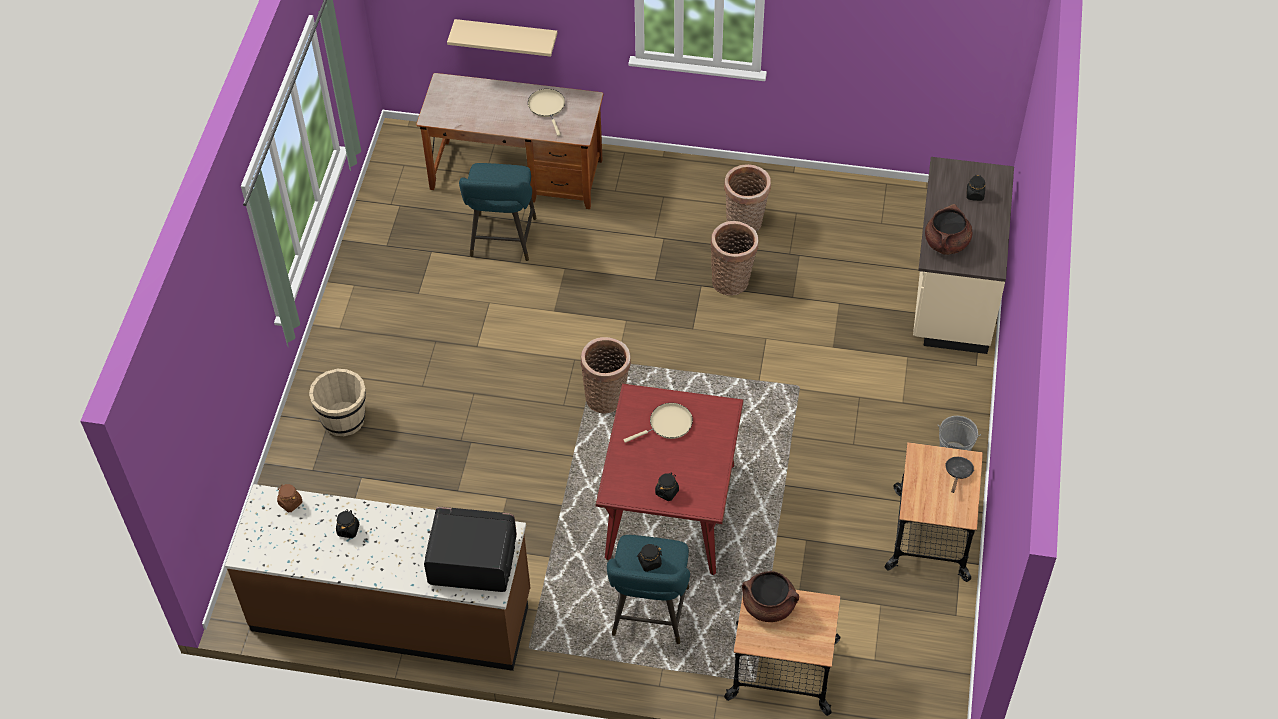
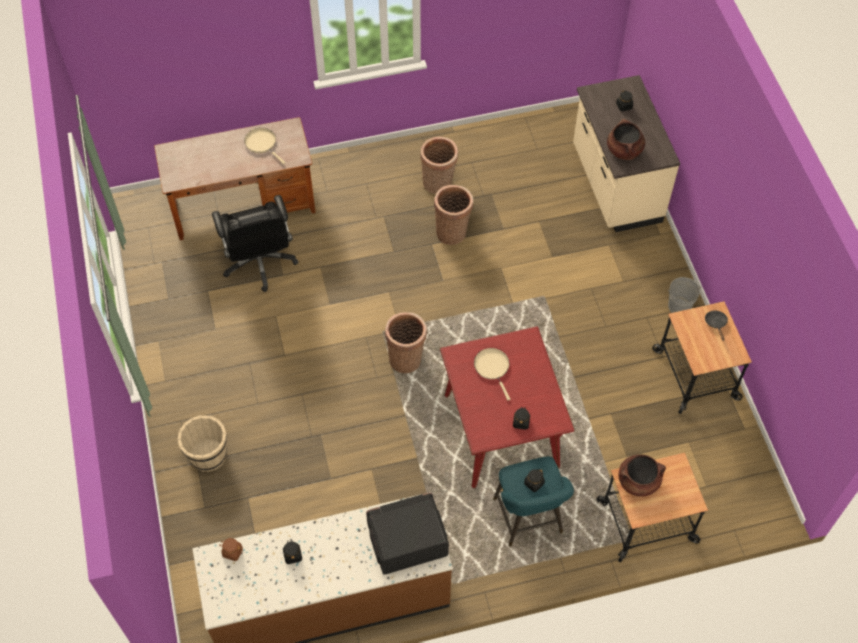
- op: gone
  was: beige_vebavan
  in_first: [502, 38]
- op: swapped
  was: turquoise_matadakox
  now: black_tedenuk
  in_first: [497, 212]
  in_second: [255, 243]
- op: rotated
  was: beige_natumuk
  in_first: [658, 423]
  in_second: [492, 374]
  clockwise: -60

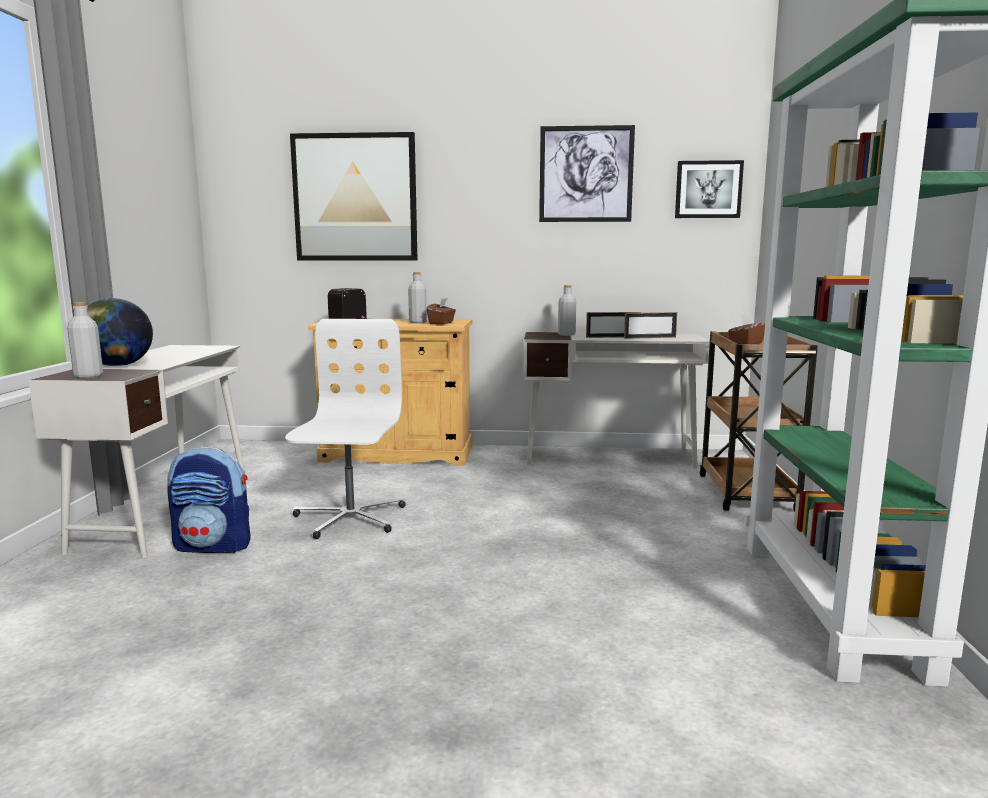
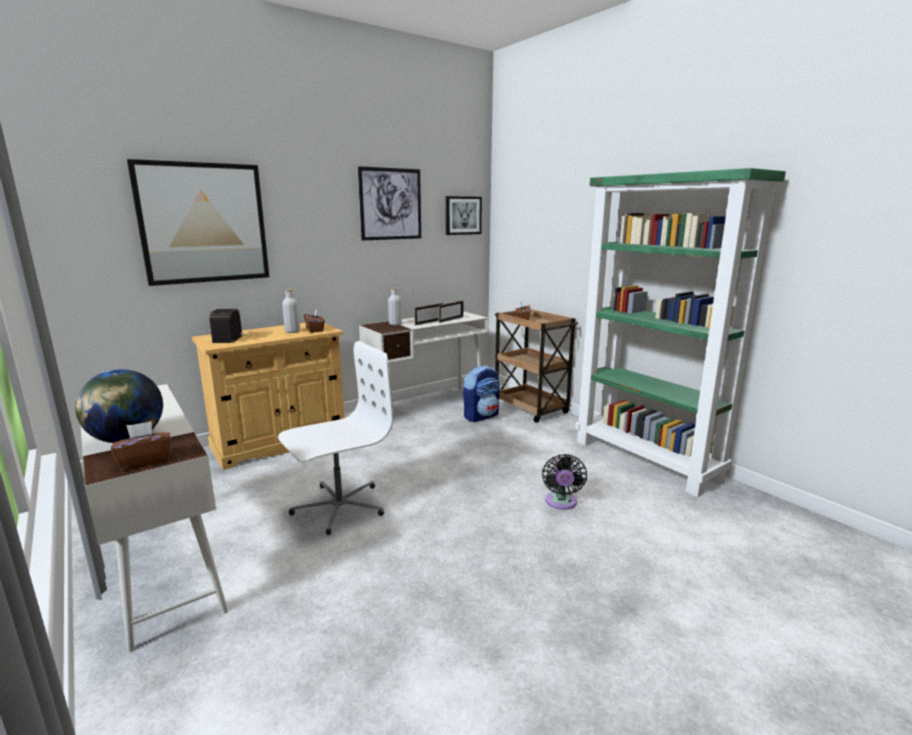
- op: new
  now: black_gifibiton
  in_second: [564, 482]
- op: shifted
  was: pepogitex
  in_first: [209, 500]
  in_second: [481, 393]
- op: swapped
  was: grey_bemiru
  now: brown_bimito
  in_first: [85, 340]
  in_second: [141, 445]
- op: rotated
  was: white_tedenuk
  in_first: [345, 429]
  in_second: [335, 438]
  clockwise: 90

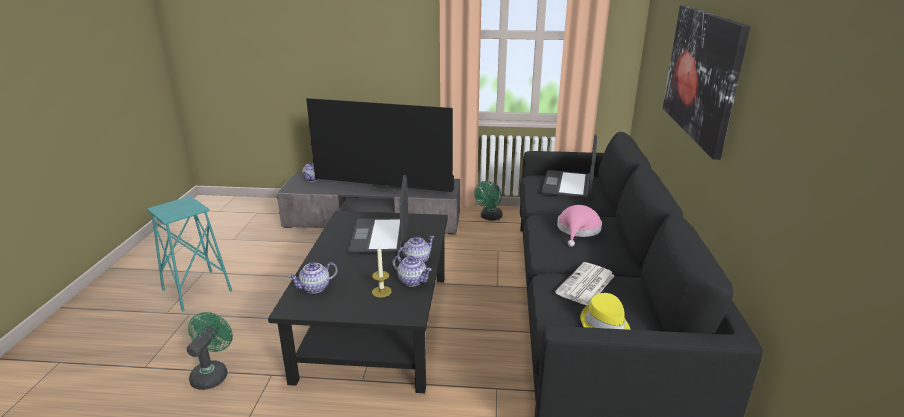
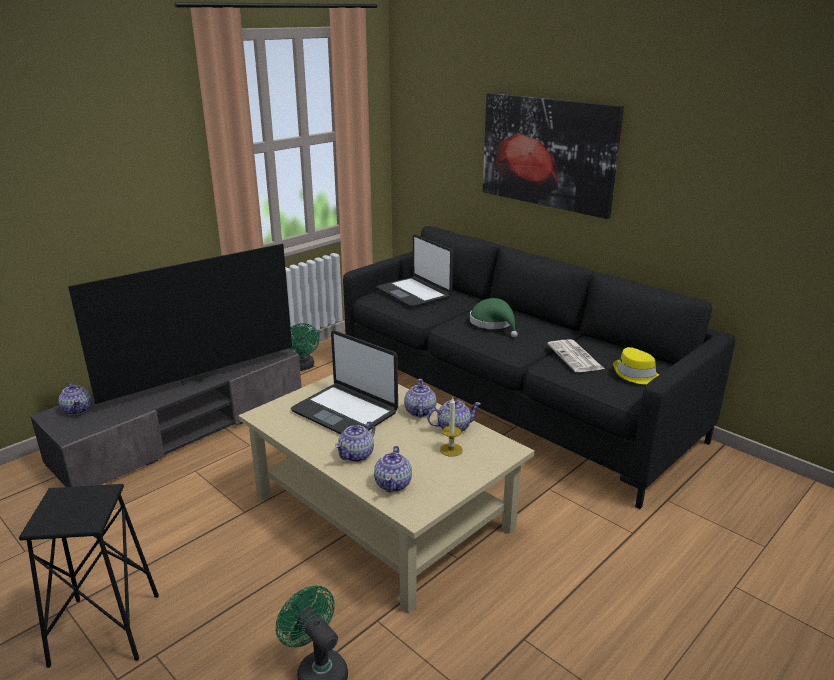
- op: new
  now: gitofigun
  in_second: [355, 441]
- op: repainted
  was: turquoise_matadakox
  now: black_matadakox
  in_first: [189, 253]
  in_second: [89, 576]
- op: repainted
  was: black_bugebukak
  now: beige_bugebukak
  in_first: [358, 302]
  in_second: [386, 494]
- op: repainted
  was: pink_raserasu
  now: green_raserasu
  in_first: [579, 226]
  in_second: [494, 317]

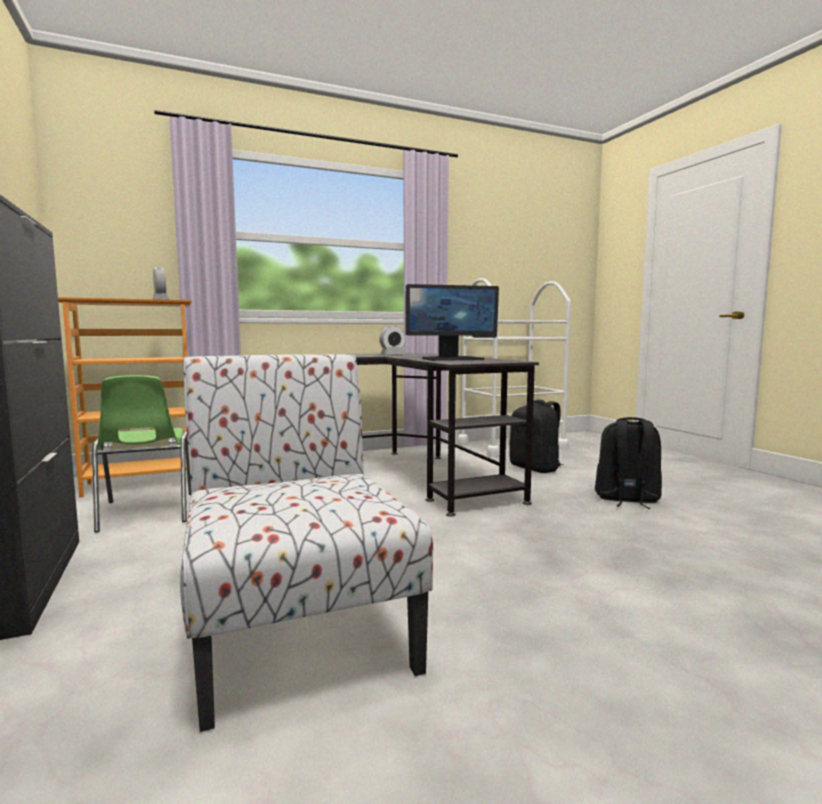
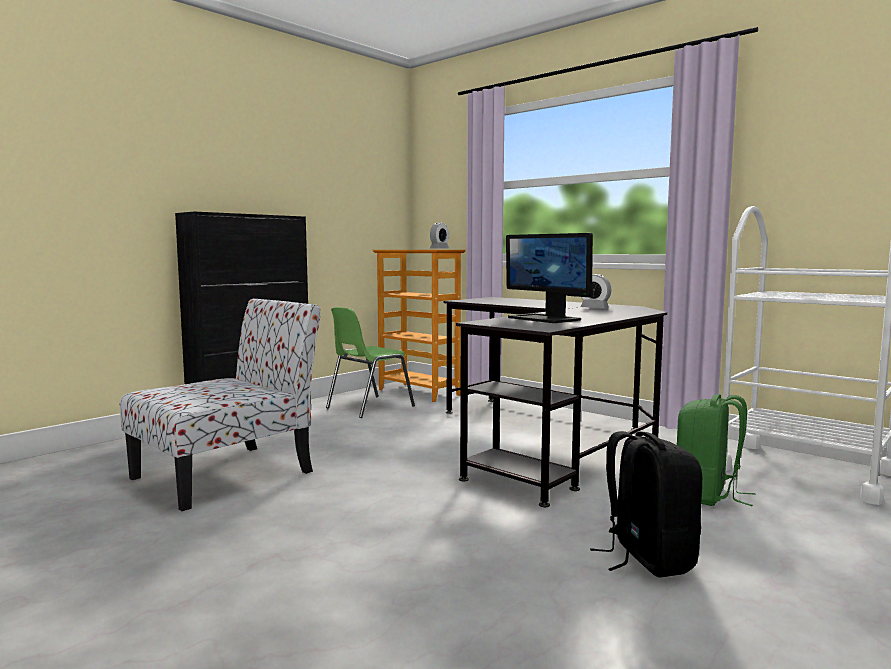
- op: repainted
  was: black_pepogitex
  now: green_pepogitex
  in_first: [536, 436]
  in_second: [716, 450]

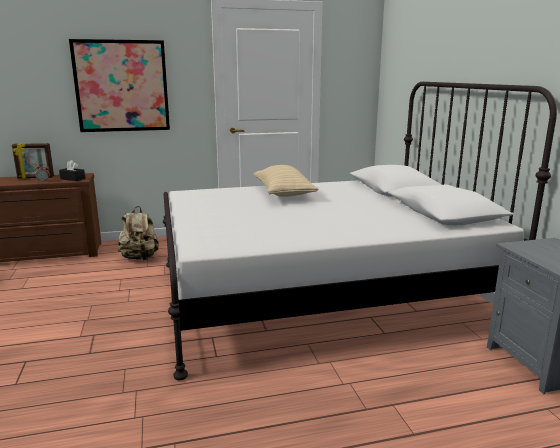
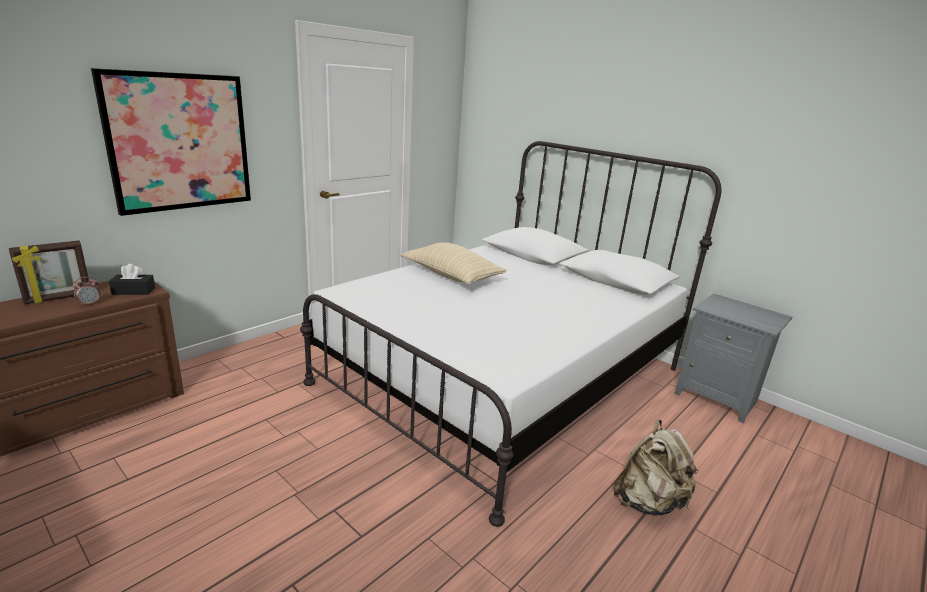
- op: shifted
  was: beige_pepogitex
  in_first: [138, 233]
  in_second: [656, 467]

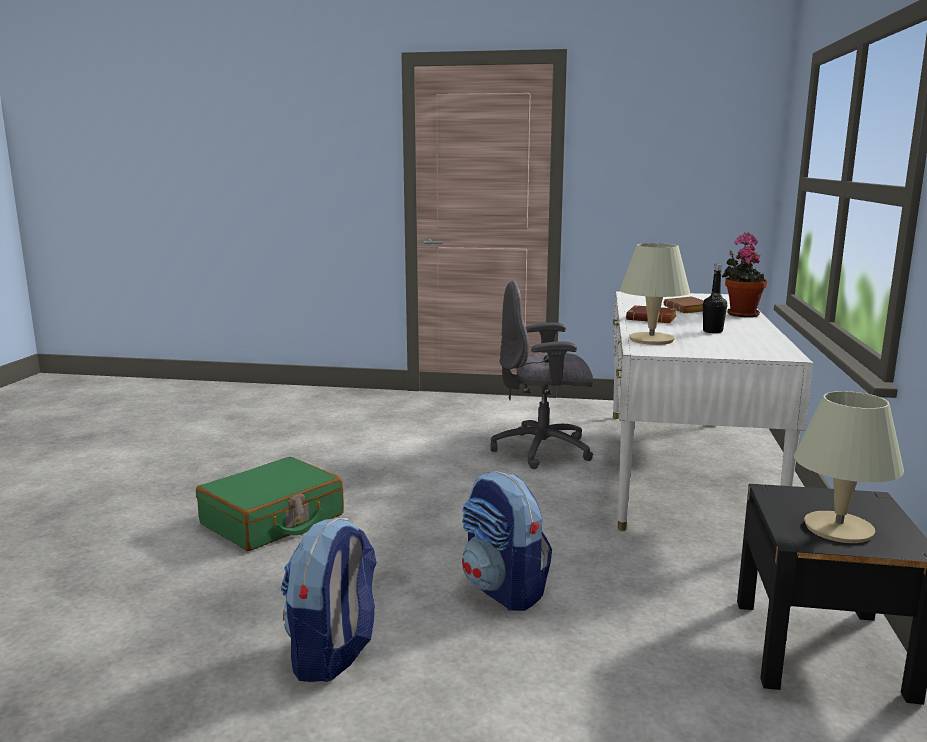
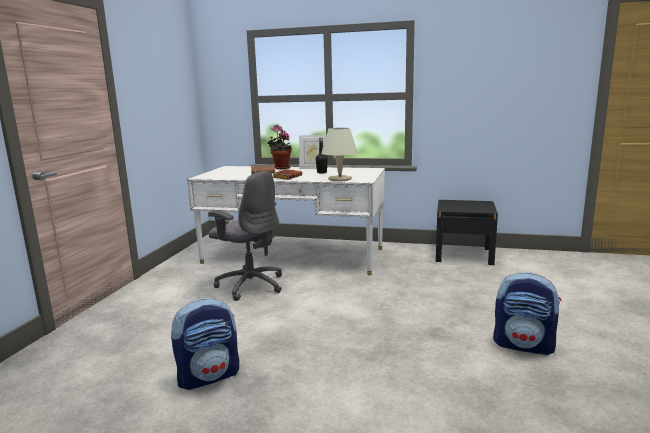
- op: gone
  was: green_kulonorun
  in_first: [270, 504]
- op: gone
  was: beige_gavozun
  in_first: [849, 467]
- op: new
  now: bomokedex
  in_second: [312, 152]
- op: shifted
  was: pepogitex
  in_first: [507, 541]
  in_second: [205, 343]
- op: rotated
  was: grey_tedenuk
  in_first: [541, 375]
  in_second: [245, 236]
  clockwise: -60

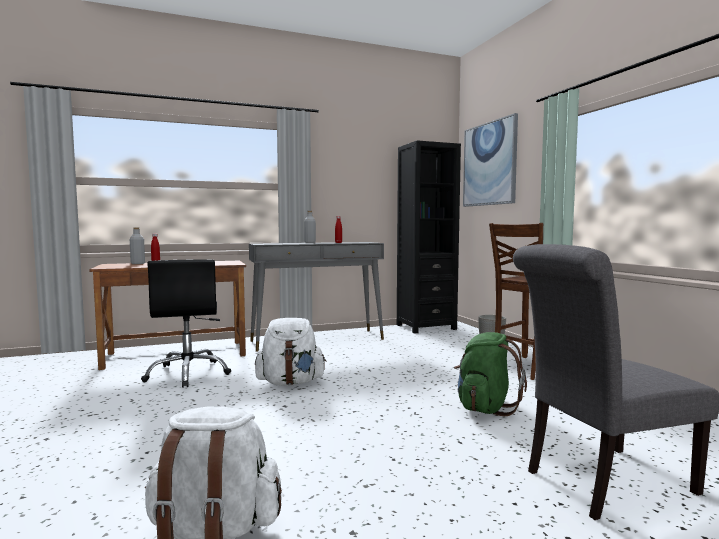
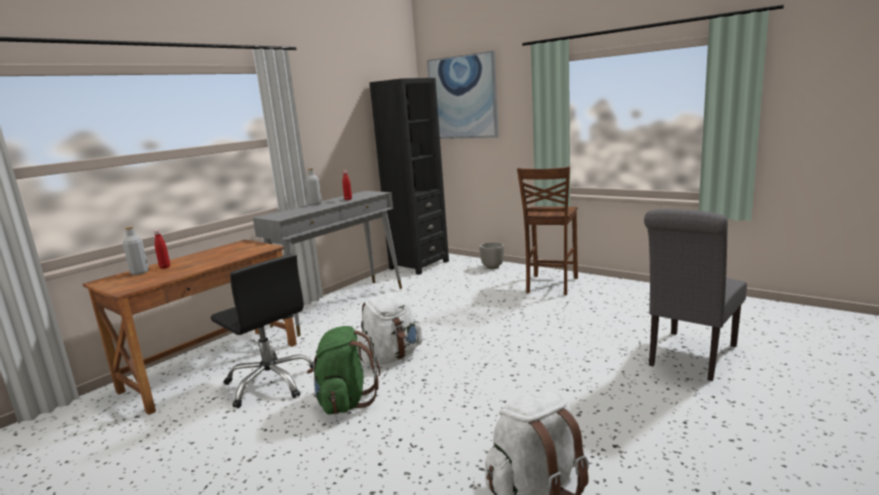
- op: shifted
  was: green_pepogitex
  in_first: [490, 374]
  in_second: [343, 370]

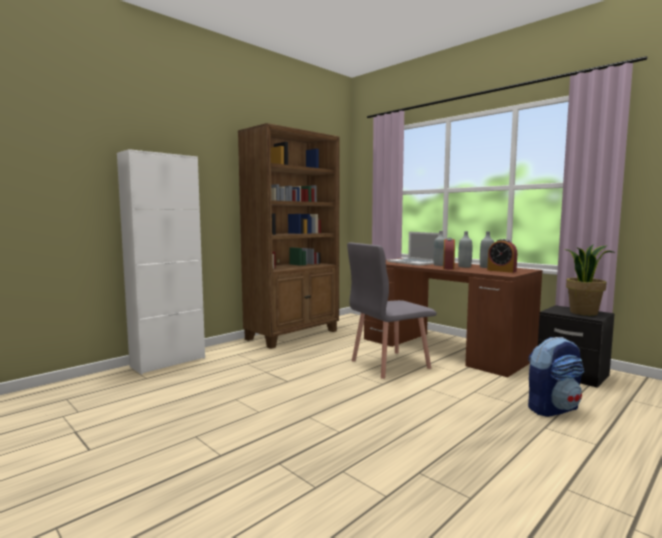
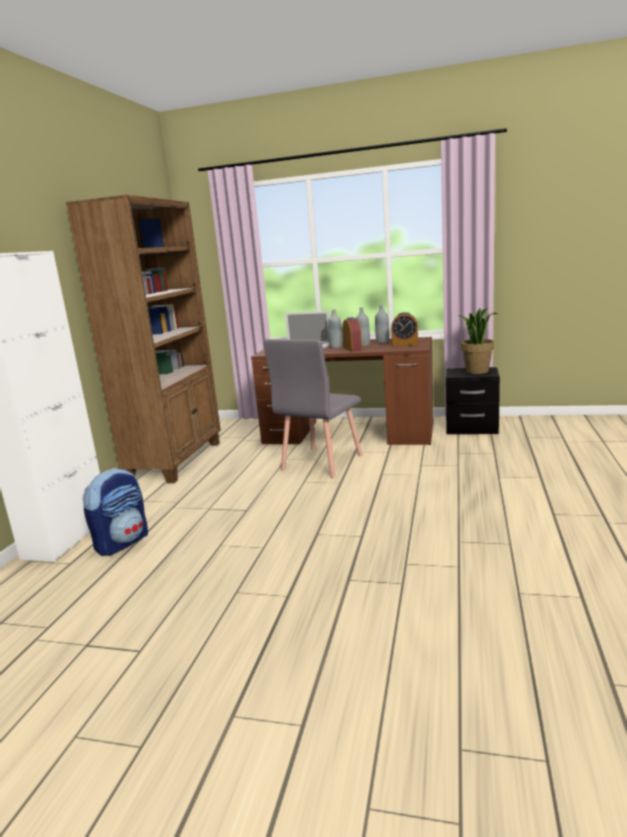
- op: shifted
  was: pepogitex
  in_first: [556, 377]
  in_second: [115, 512]

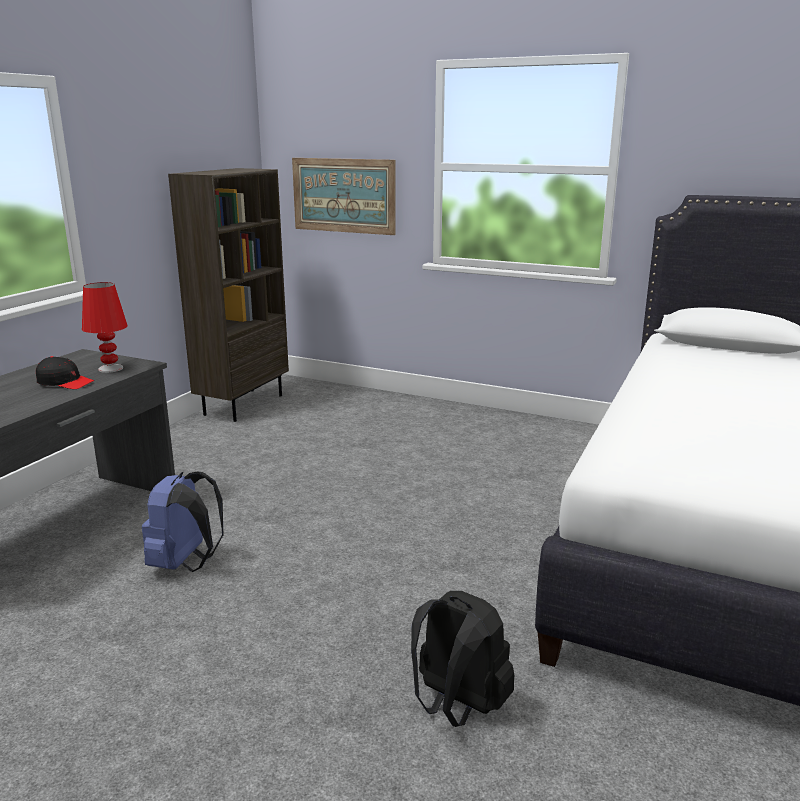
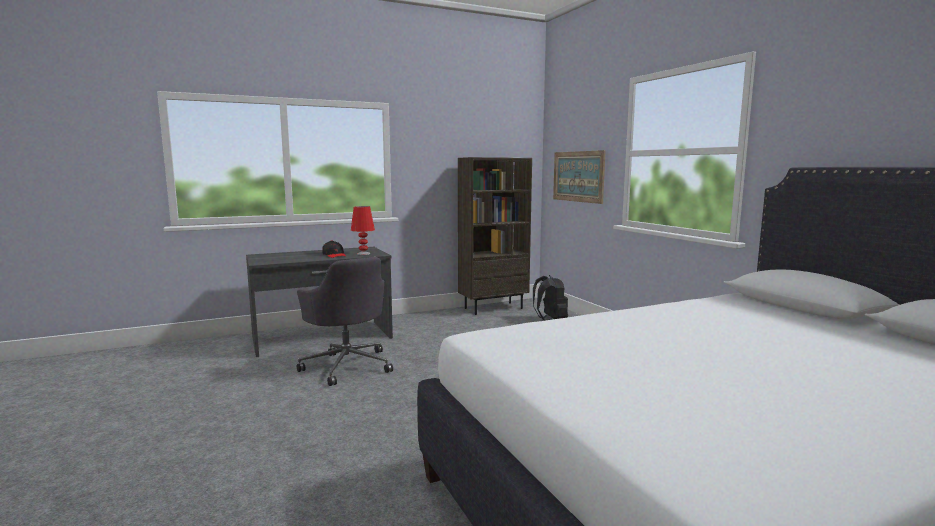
- op: shifted
  was: black_pepogitex
  in_first: [462, 659]
  in_second: [550, 298]
- op: swapped
  was: blue_pepogitex
  now: grey_tedenuk
  in_first: [182, 521]
  in_second: [345, 321]

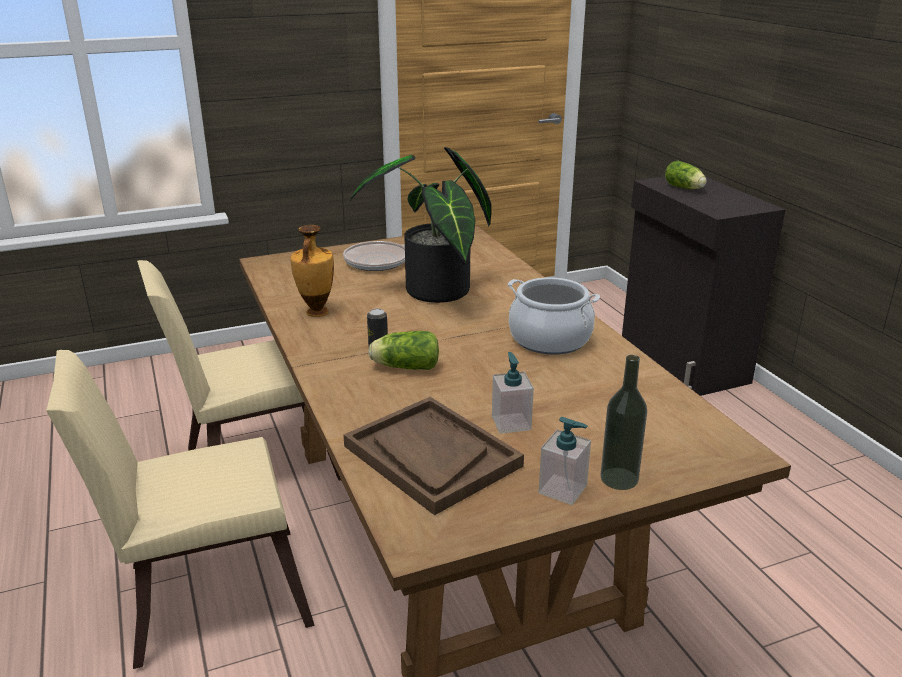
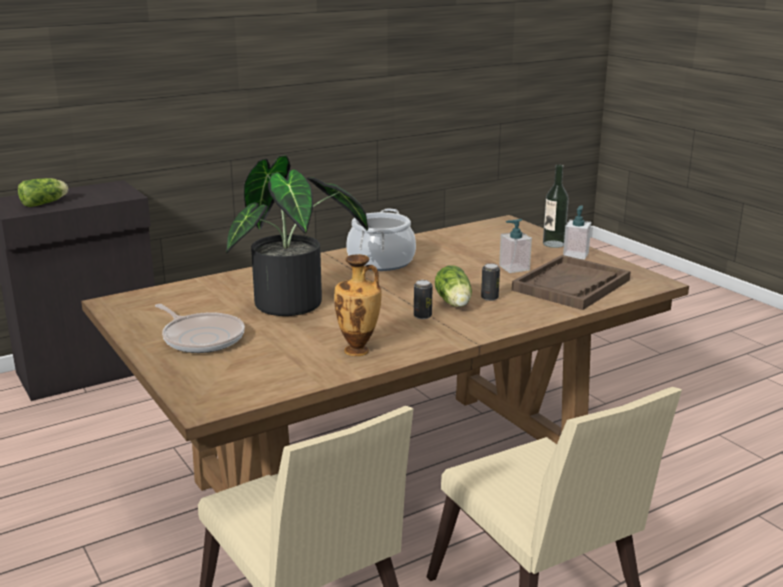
- op: new
  now: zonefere
  in_second: [490, 282]

